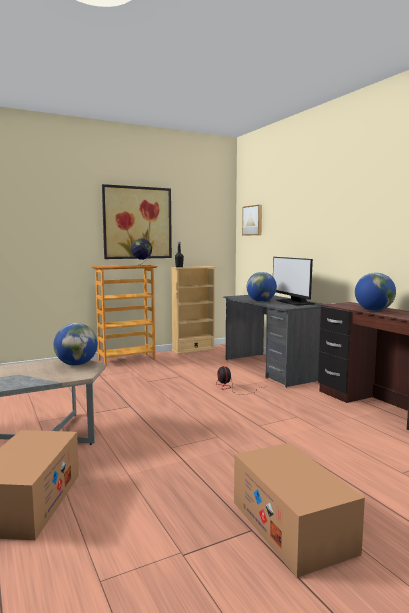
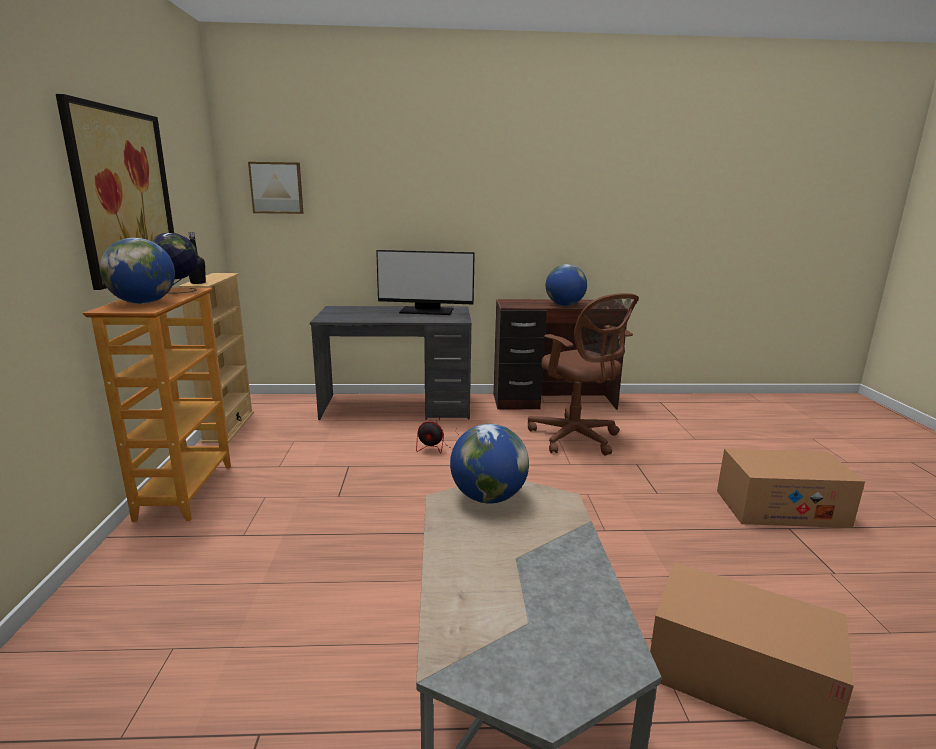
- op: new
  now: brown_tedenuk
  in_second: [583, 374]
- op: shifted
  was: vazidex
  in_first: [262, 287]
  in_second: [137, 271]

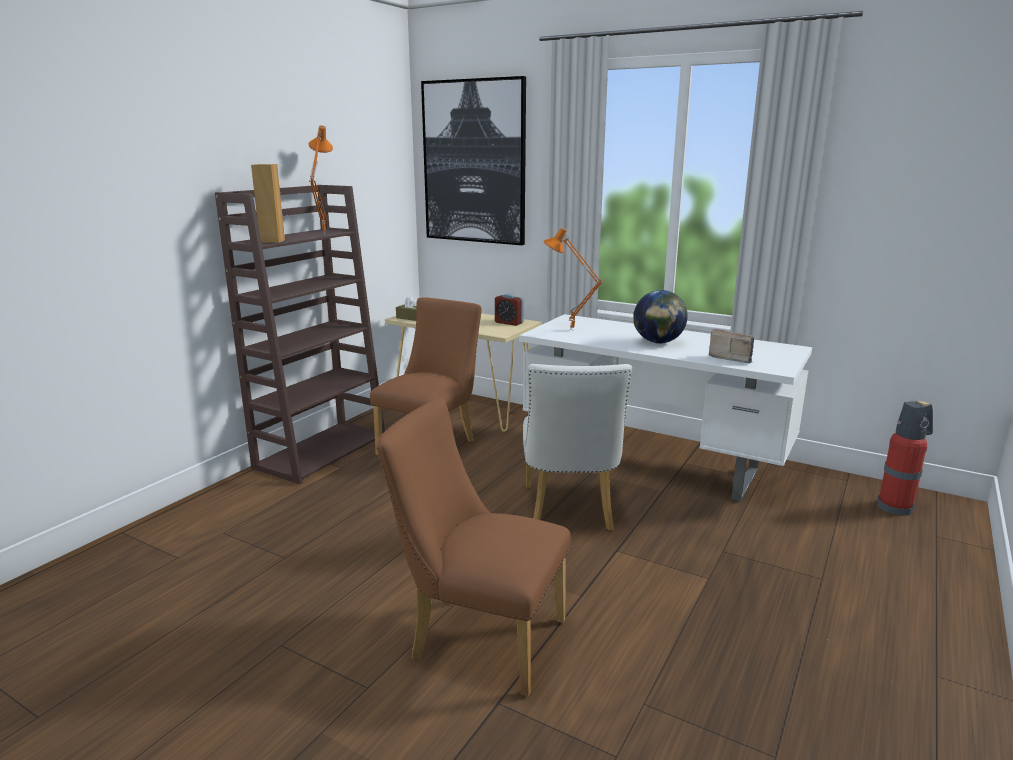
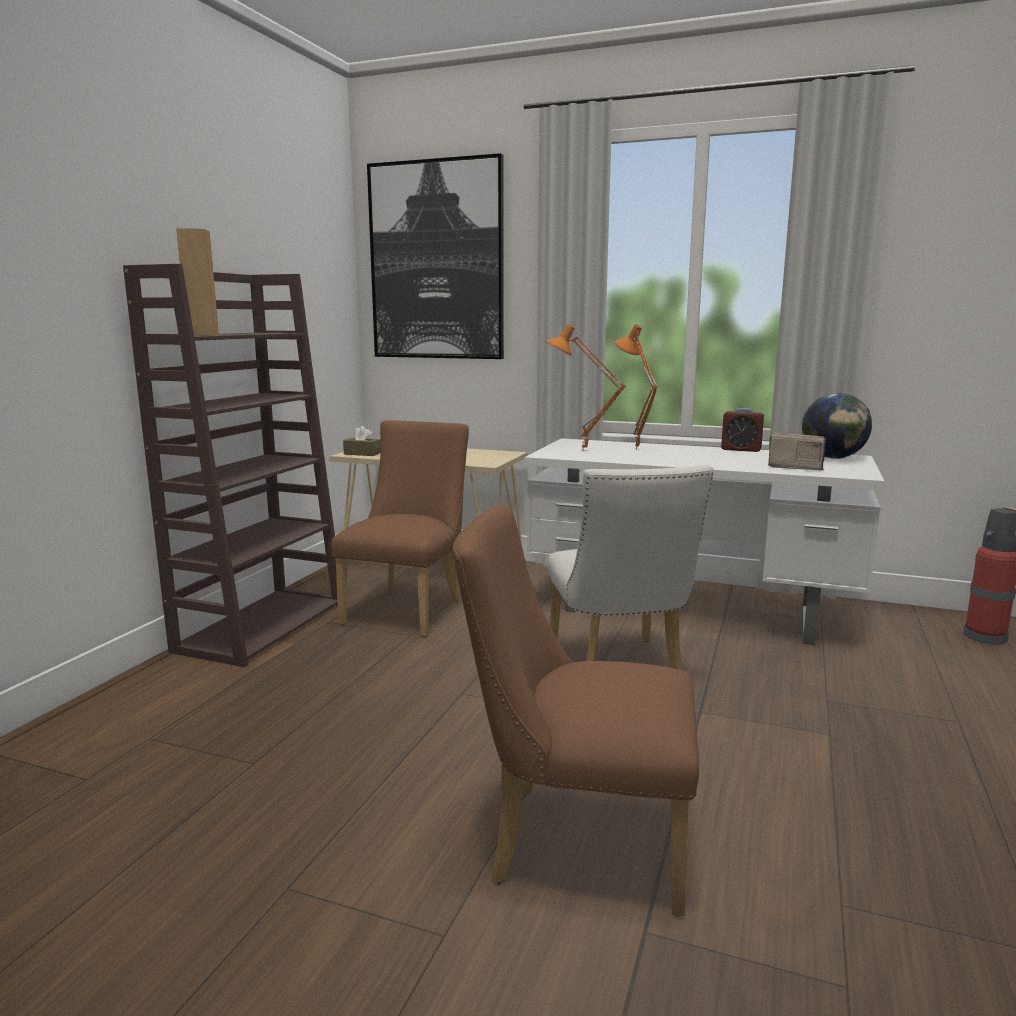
- op: shifted
  was: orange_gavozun
  in_first: [321, 179]
  in_second: [636, 387]
- op: shifted
  was: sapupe
  in_first: [509, 310]
  in_second: [742, 430]
- op: shifted
  was: vazidex
  in_first: [660, 317]
  in_second: [837, 426]

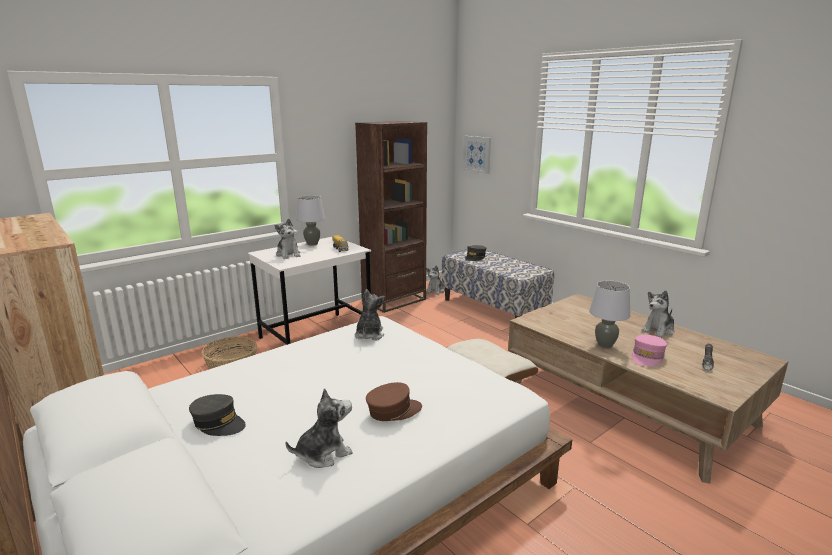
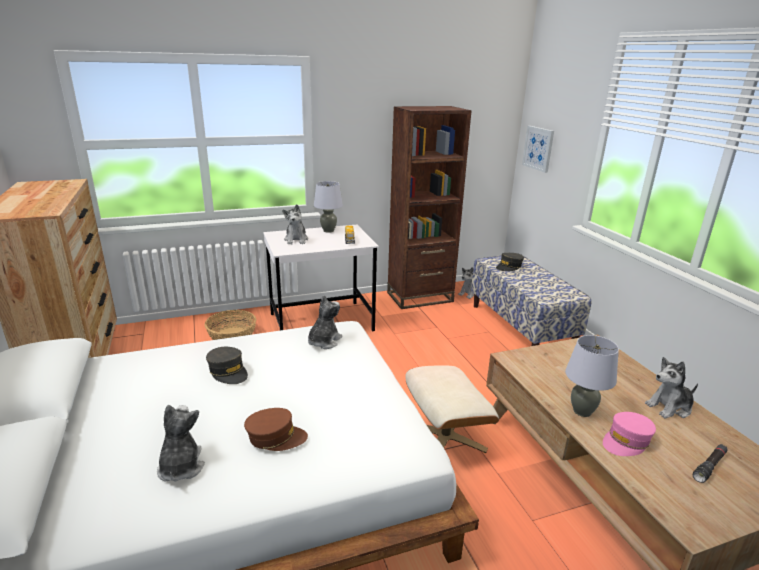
- op: shifted
  was: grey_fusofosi
  in_first: [217, 415]
  in_second: [227, 365]
- op: rotated
  was: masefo
  in_first: [319, 428]
  in_second: [181, 443]
  clockwise: -90

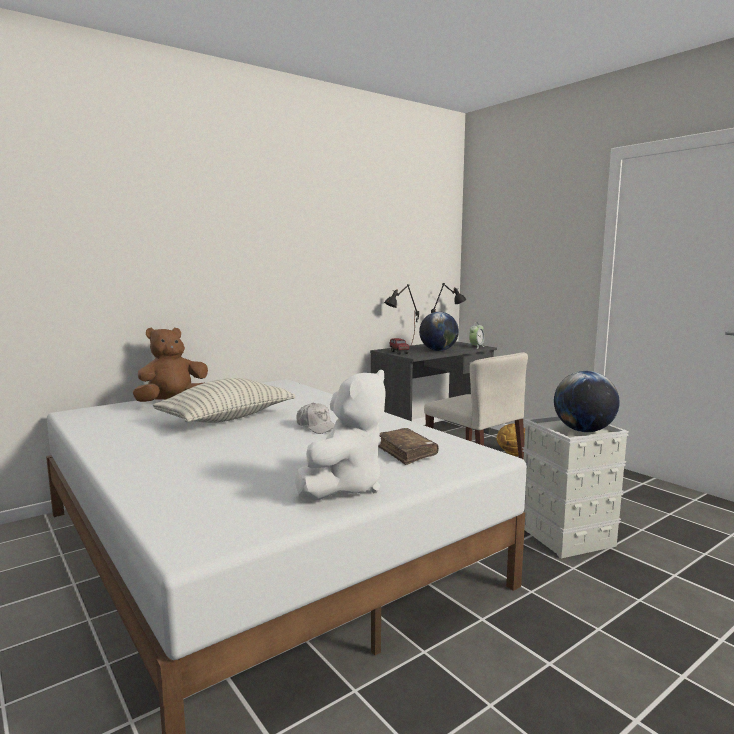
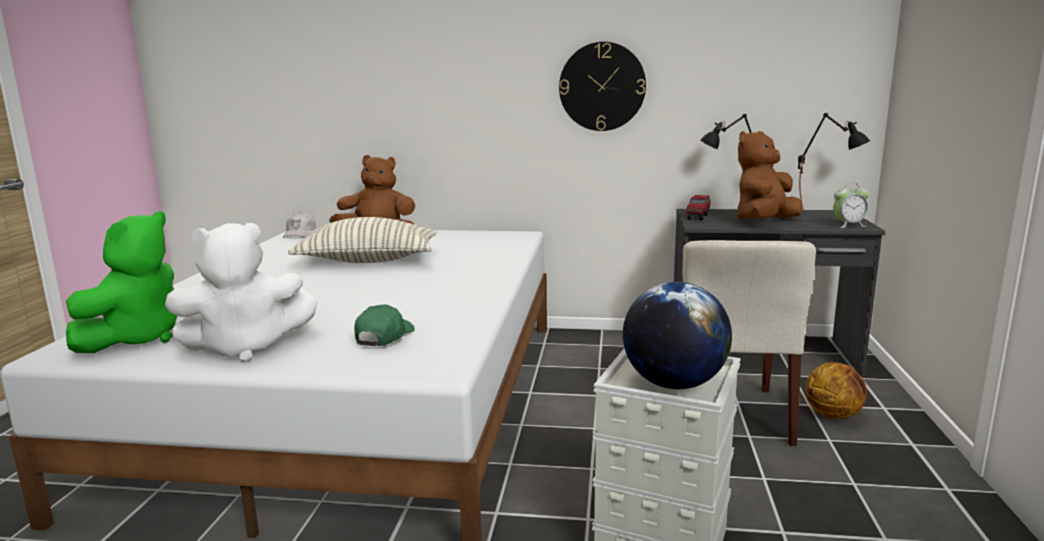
- op: new
  now: green_masefo
  in_second: [121, 282]
- op: new
  now: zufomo
  in_second: [602, 86]
- op: shifted
  was: white_fusofosi
  in_first: [316, 418]
  in_second: [299, 225]
- op: swapped
  was: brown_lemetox
  now: green_fusofosi
  in_first: [408, 446]
  in_second: [385, 325]
- op: swapped
  was: vazidex
  now: brown_masefo
  in_first: [439, 331]
  in_second: [769, 175]

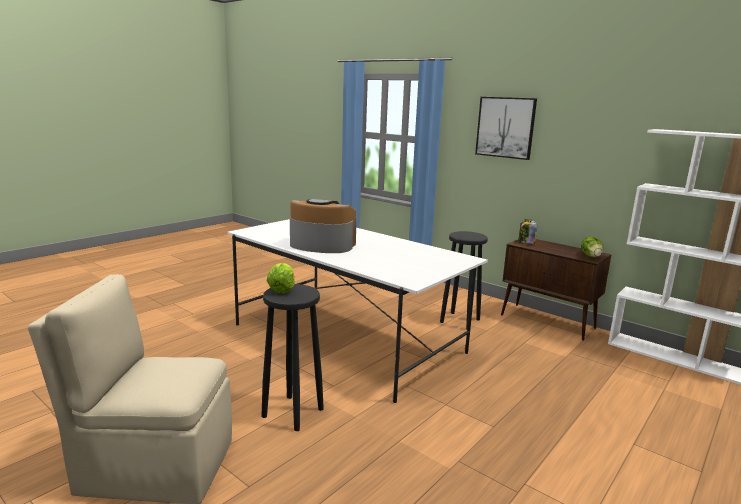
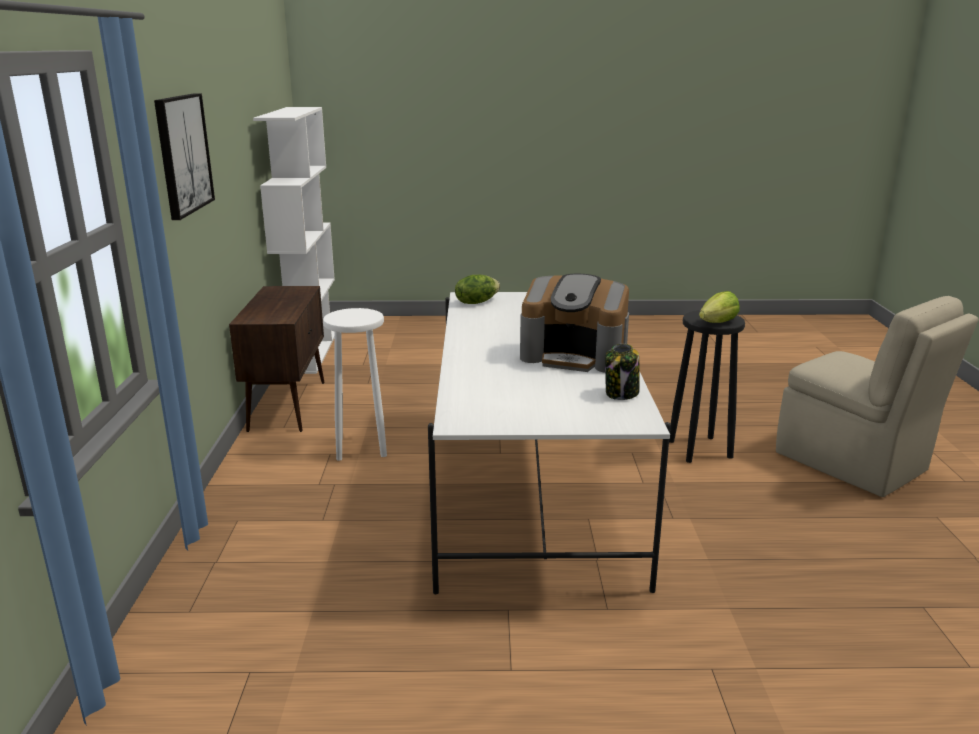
- op: shifted
  was: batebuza
  in_first: [528, 231]
  in_second: [622, 372]
- op: shifted
  was: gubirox
  in_first: [592, 247]
  in_second: [477, 289]
- op: repainted
  was: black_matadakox
  now: white_matadakox
  in_first: [464, 280]
  in_second: [355, 384]
- op: rotated
  was: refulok
  in_first: [323, 226]
  in_second: [574, 323]
  clockwise: -45

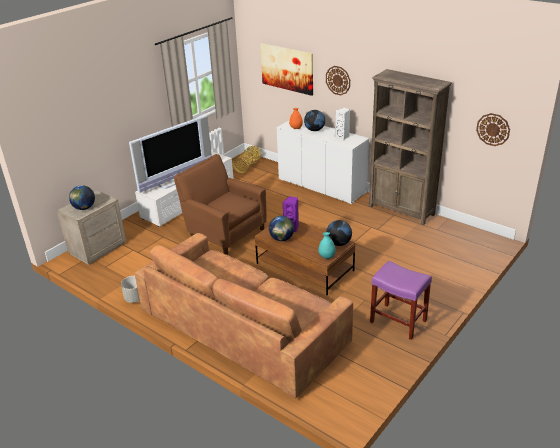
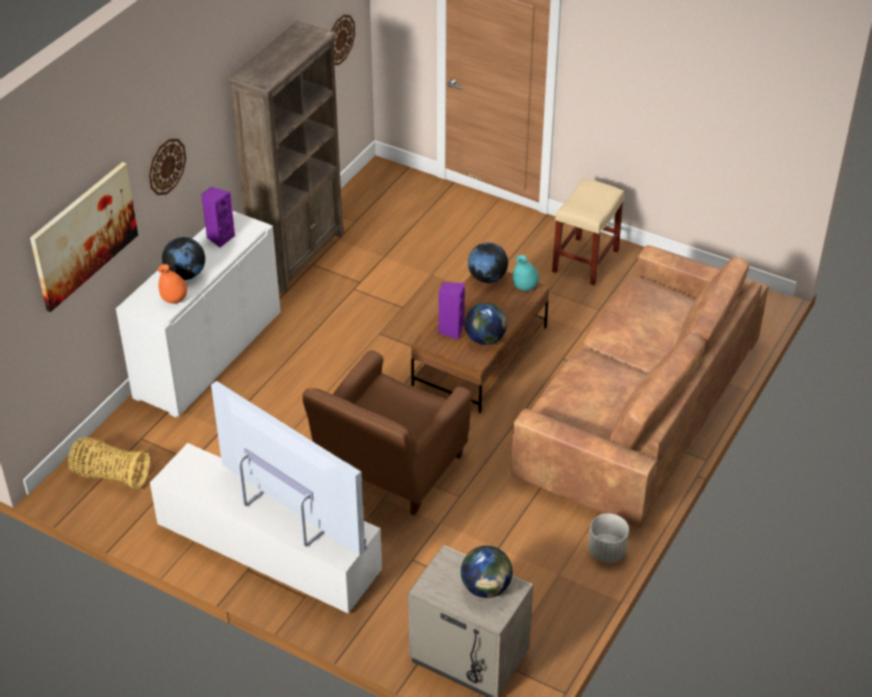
- op: repainted
  was: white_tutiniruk
  now: purple_tutiniruk
  in_first: [342, 124]
  in_second: [218, 217]
- op: repainted
  was: purple_matadakox
  now: beige_matadakox
  in_first: [401, 300]
  in_second: [588, 232]

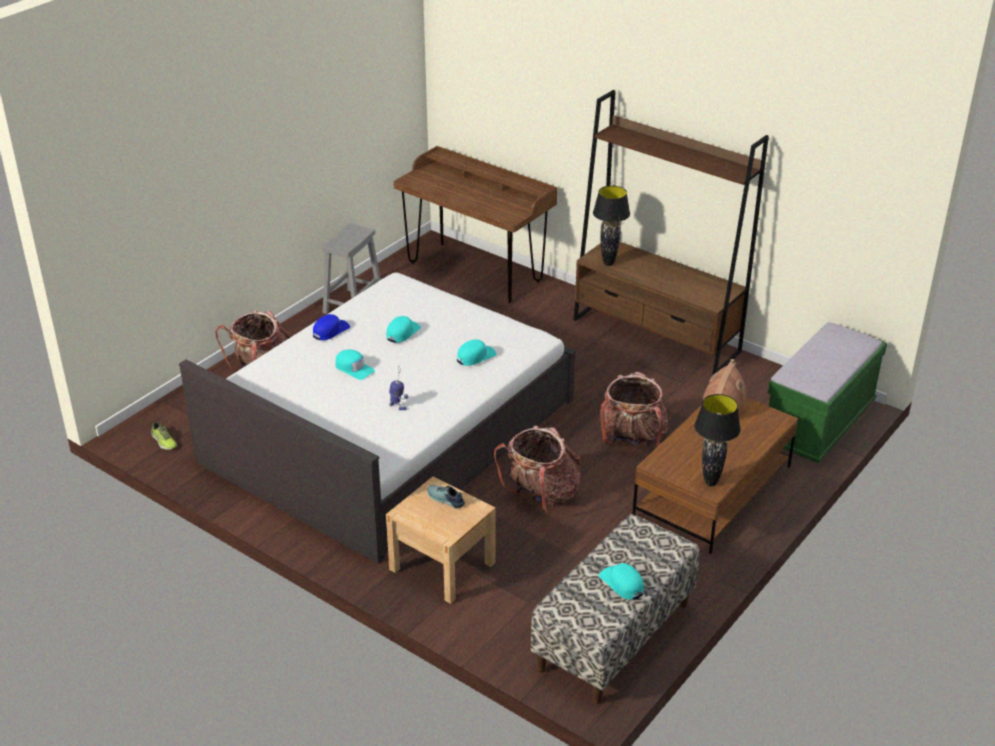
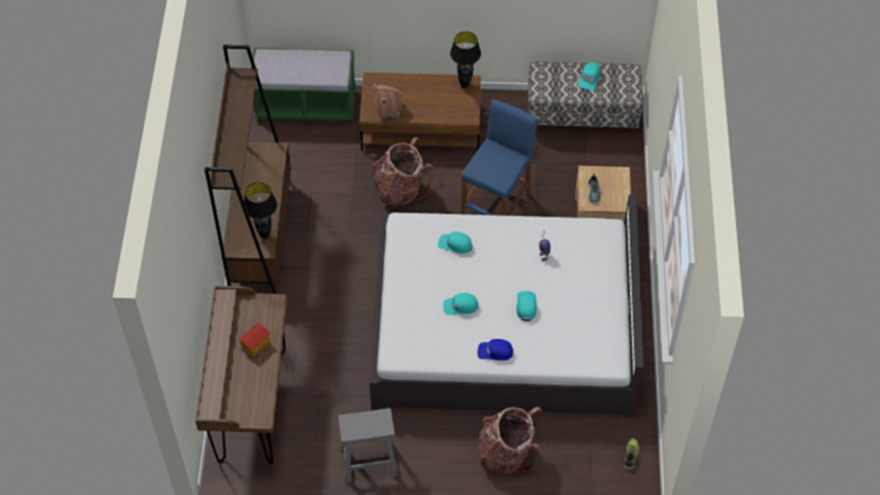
- op: new
  now: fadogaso
  in_second: [255, 340]
- op: swapped
  was: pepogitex
  now: blue_matadakox
  in_first: [537, 470]
  in_second: [499, 157]

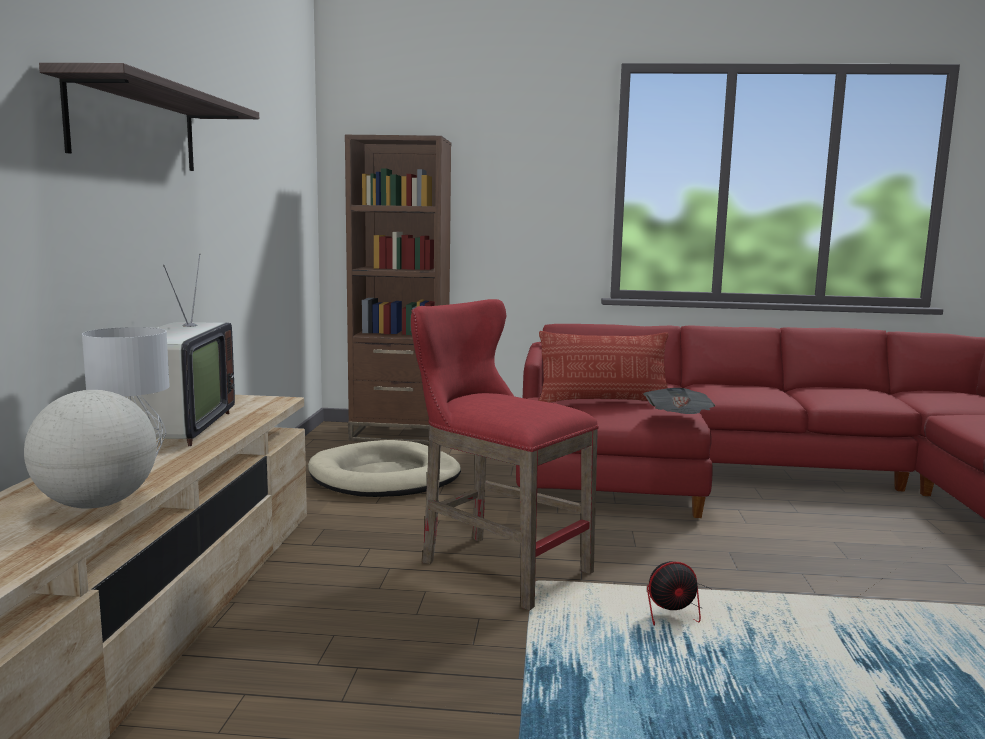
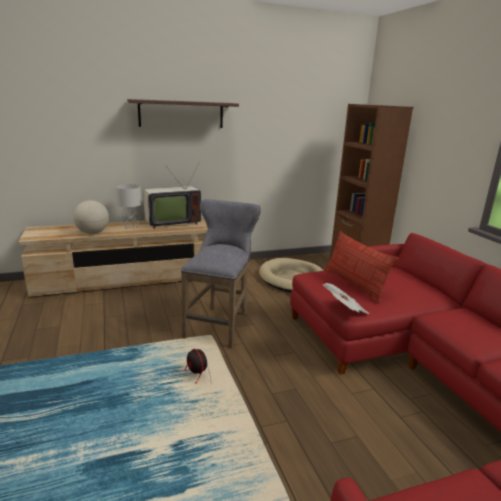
- op: repainted
  was: red_matadakox
  now: grey_matadakox
  in_first: [505, 455]
  in_second: [220, 273]

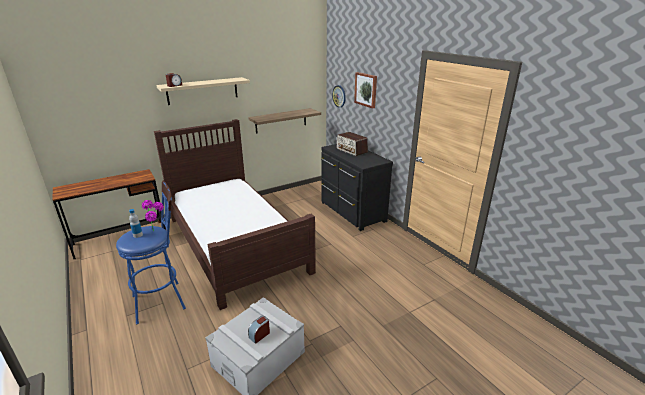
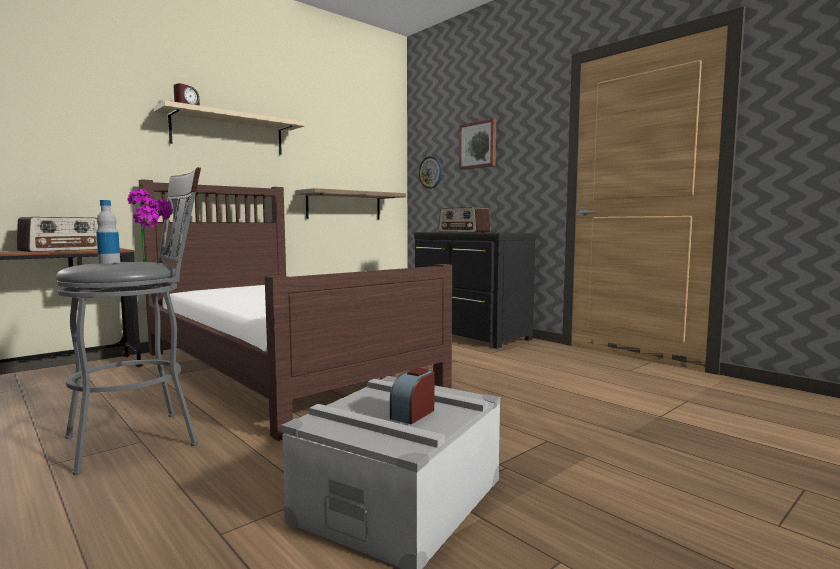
- op: new
  now: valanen
  in_second: [57, 234]
- op: repainted
  was: blue_matadakox
  now: grey_matadakox
  in_first: [151, 252]
  in_second: [128, 321]

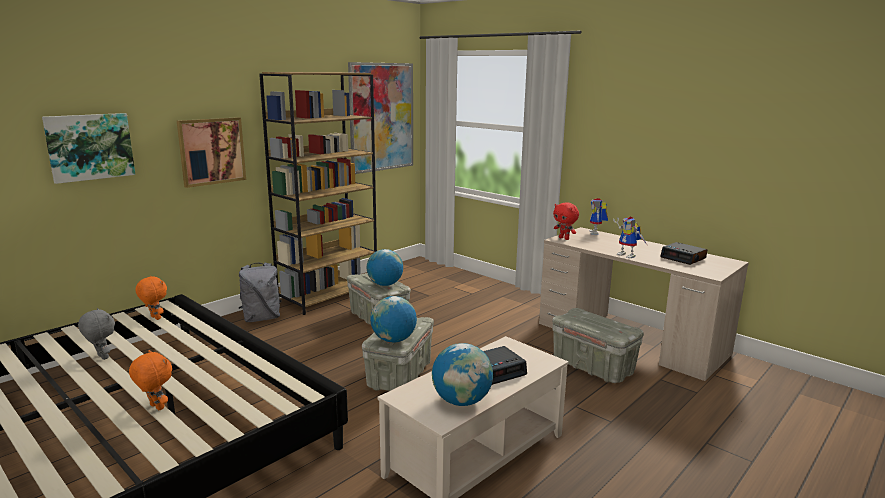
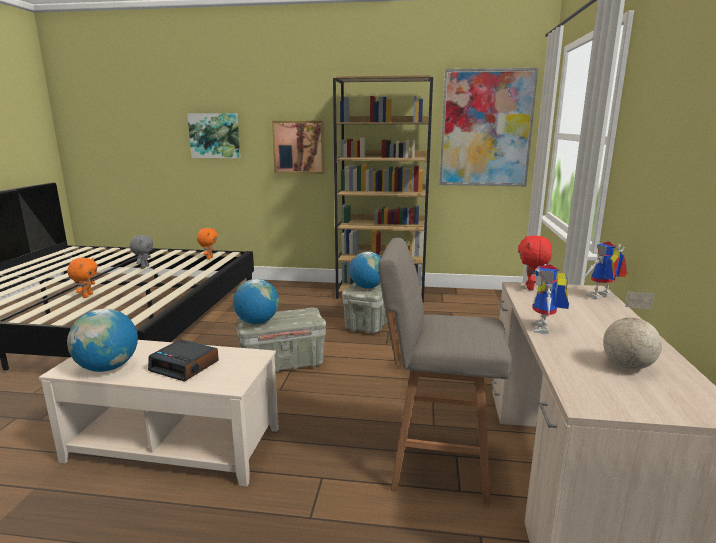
- op: gone
  was: grey_pepogitex
  in_first: [260, 292]
- op: swapped
  was: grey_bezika
  now: grey_matadakox
  in_first: [598, 345]
  in_second: [445, 371]
- op: swapped
  was: sapupe
  now: vazidex
  in_first: [684, 253]
  in_second: [632, 330]

